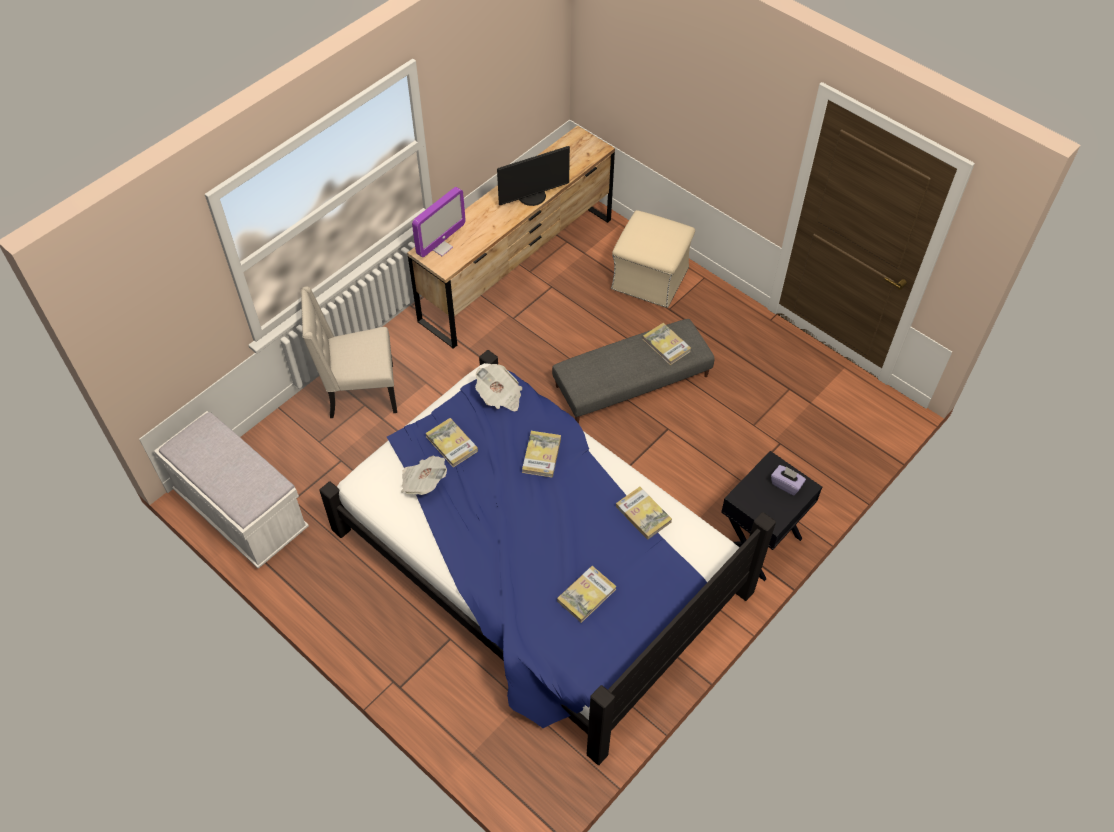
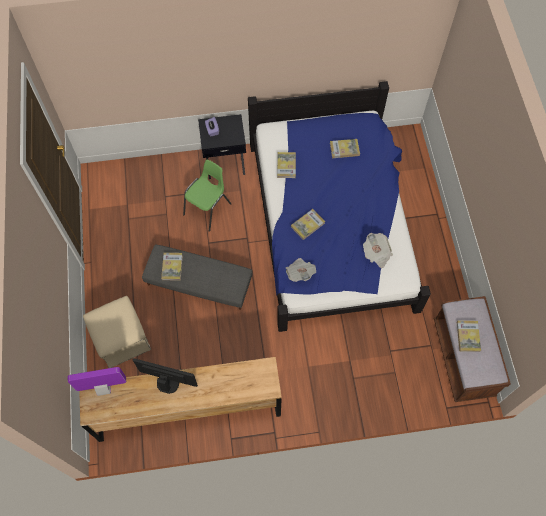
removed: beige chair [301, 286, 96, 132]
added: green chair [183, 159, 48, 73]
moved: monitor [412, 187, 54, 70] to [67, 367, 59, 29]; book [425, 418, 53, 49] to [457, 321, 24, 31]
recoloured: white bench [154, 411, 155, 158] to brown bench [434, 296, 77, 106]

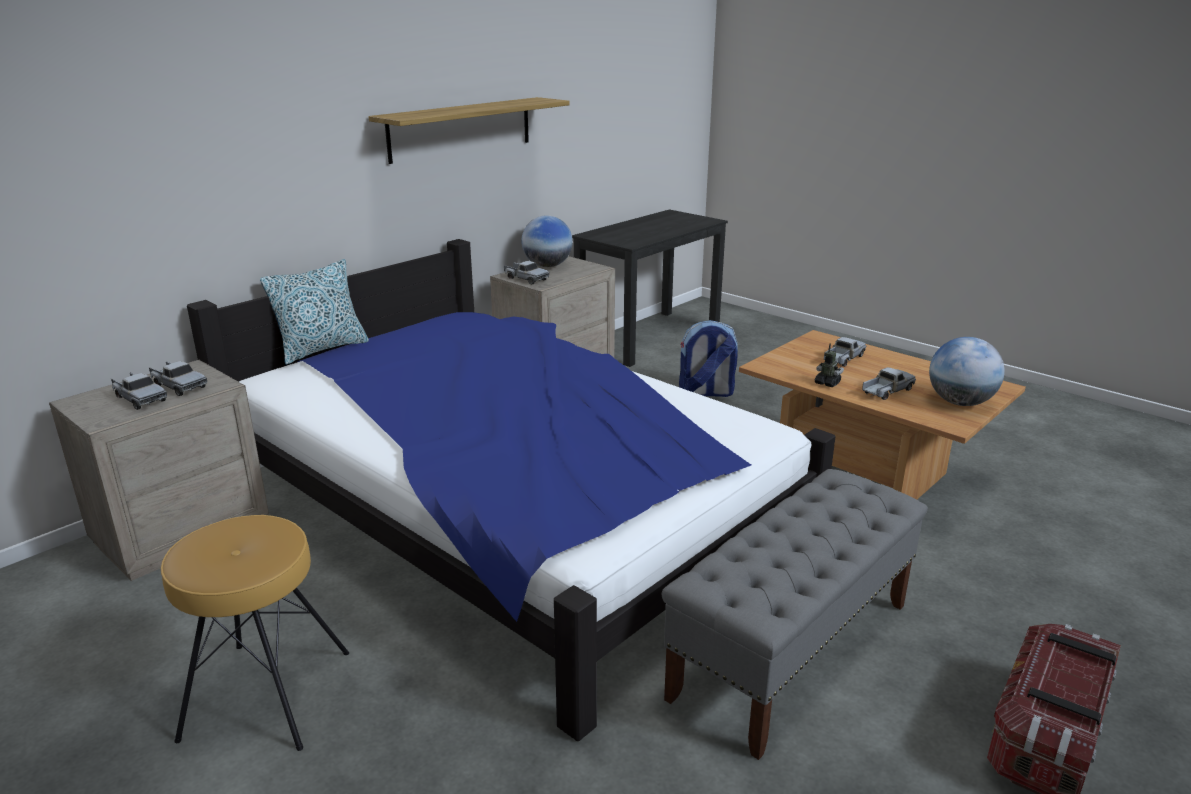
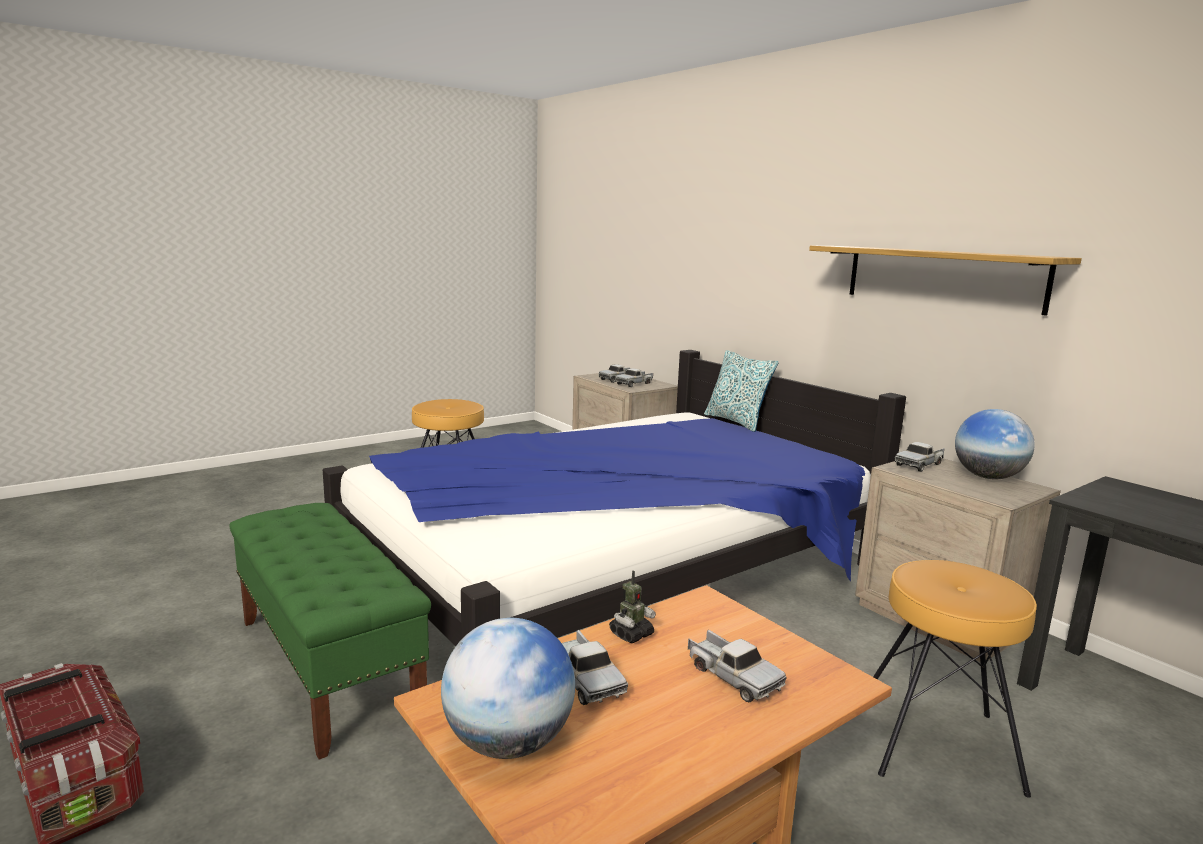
replaced: backpack [679, 320, 59, 77] to brown stool [873, 560, 164, 238]
recoloured: grey bench [662, 469, 266, 291] to green bench [230, 503, 201, 257]

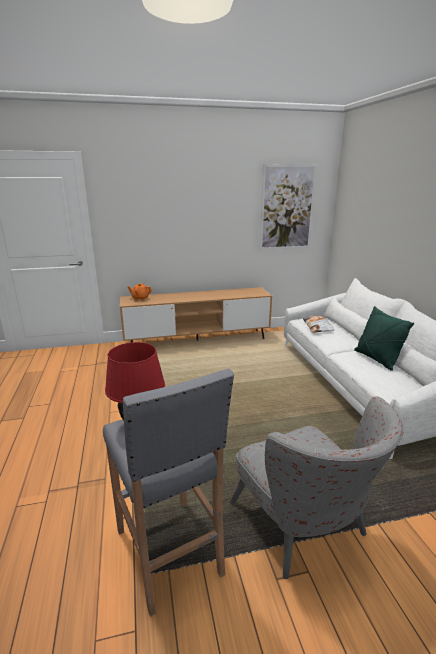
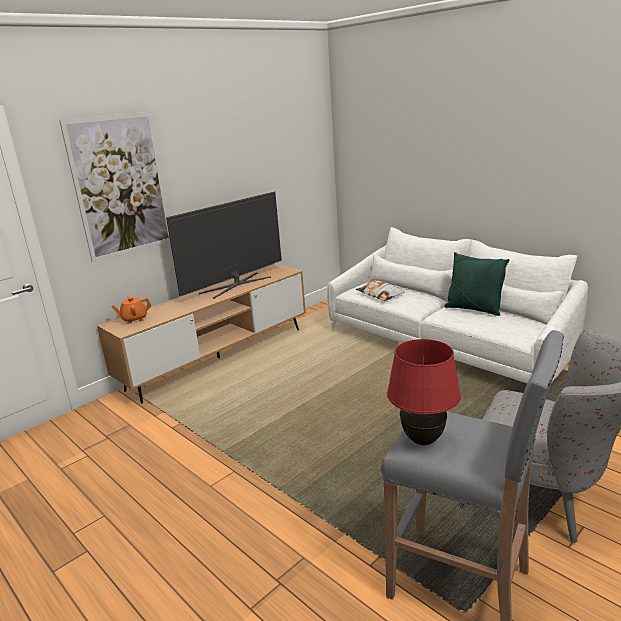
added: television [166, 191, 116, 108]
moved: picture [259, 164, 58, 86] to [59, 112, 111, 150]

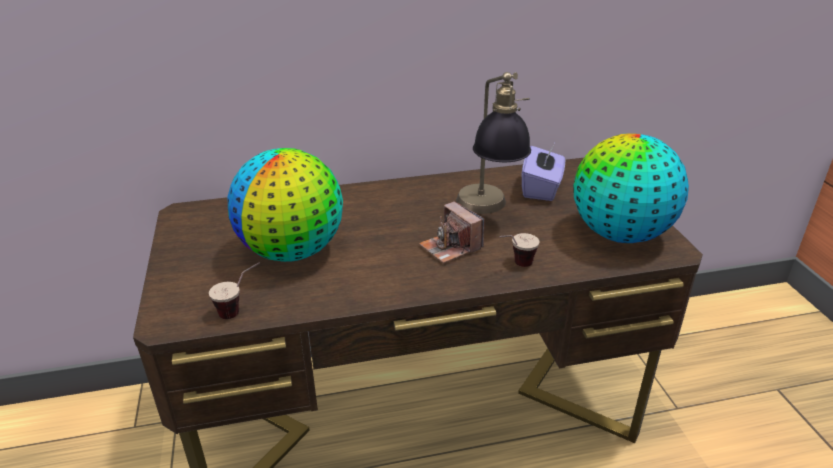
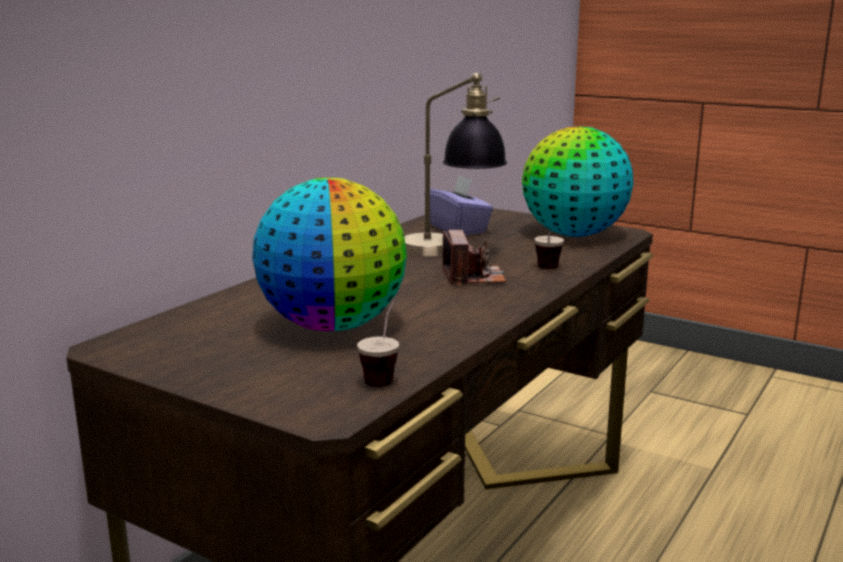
turned: photo camera [419, 201, 66, 63] = [442, 230, 64, 55] 105 degrees counterclockwise

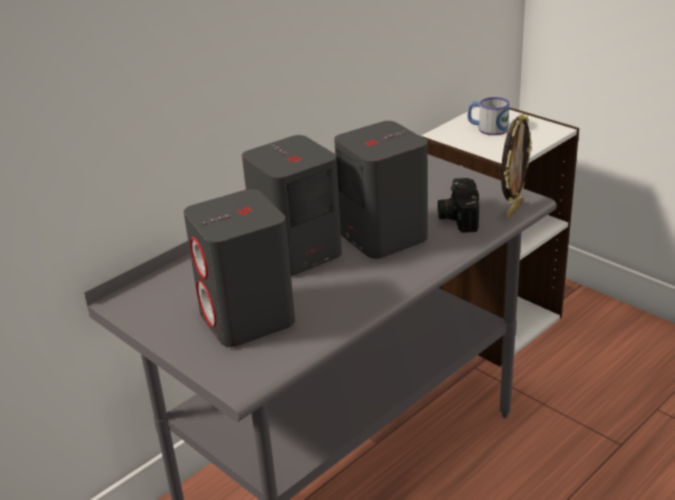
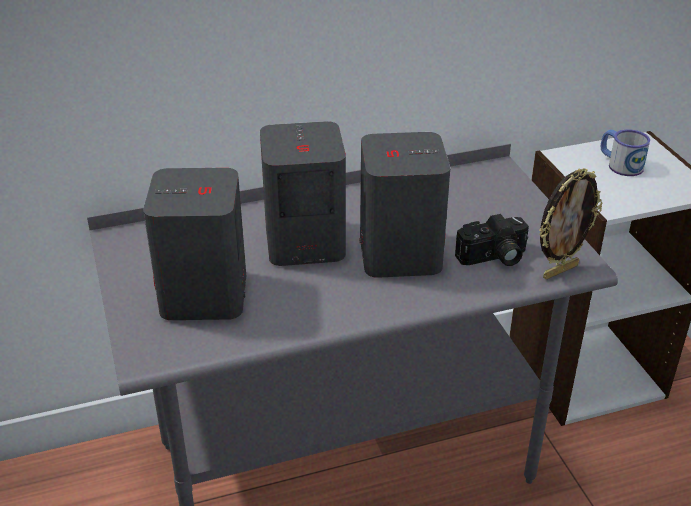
turned: photo camera [438, 178, 41, 55] = [455, 214, 74, 52] 135 degrees counterclockwise

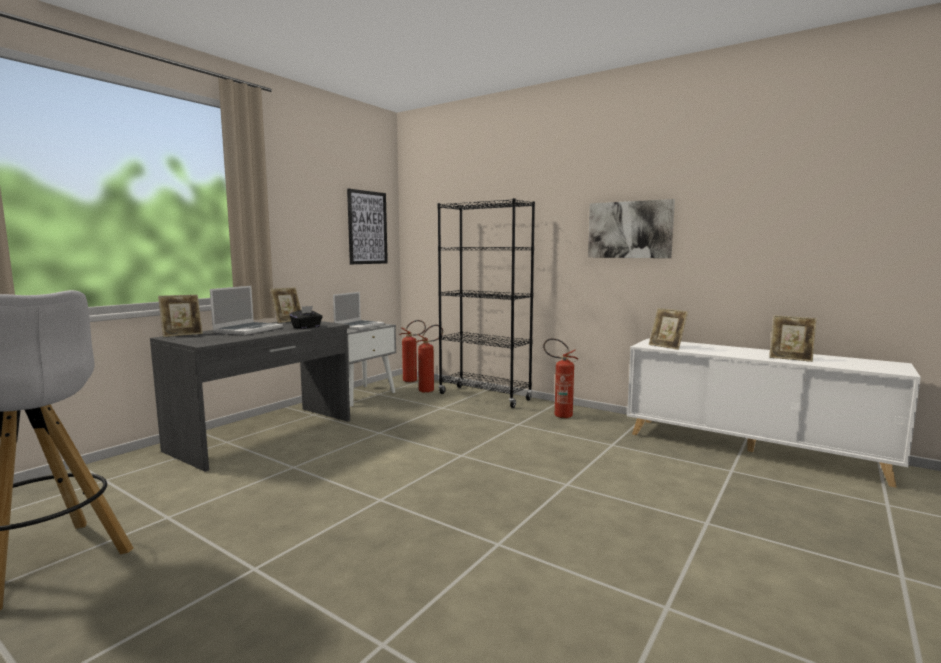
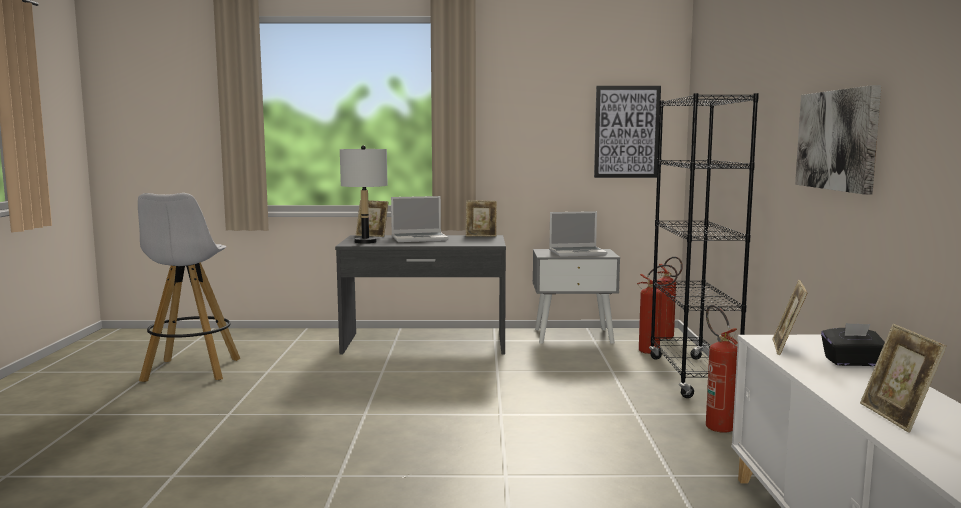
added: grey table lamp [340, 145, 48, 99]
moved: black tissue box [290, 306, 33, 23] to [821, 323, 64, 43]

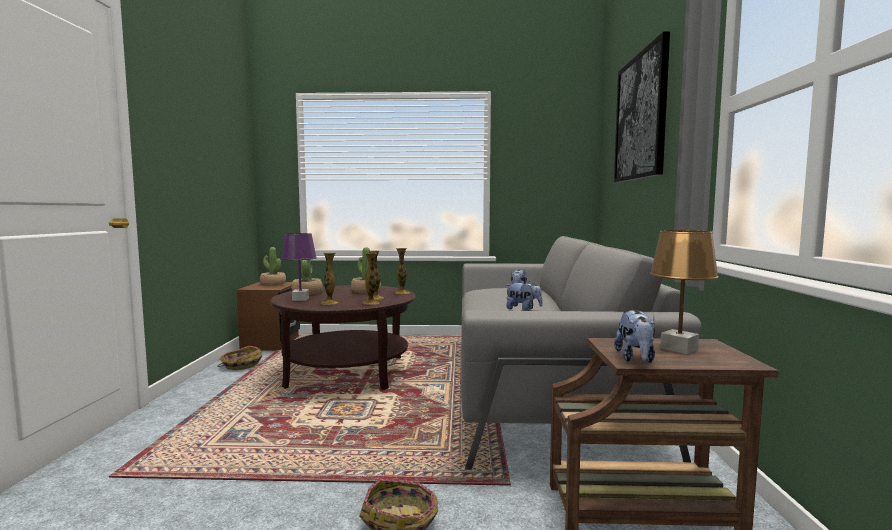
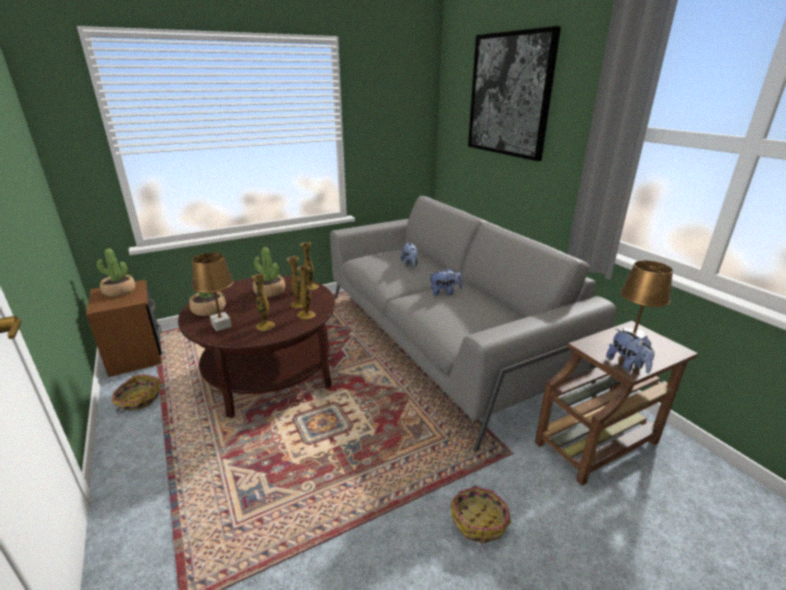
recoloured: purple table lamp [281, 233, 36, 68] to brown table lamp [192, 253, 42, 78]

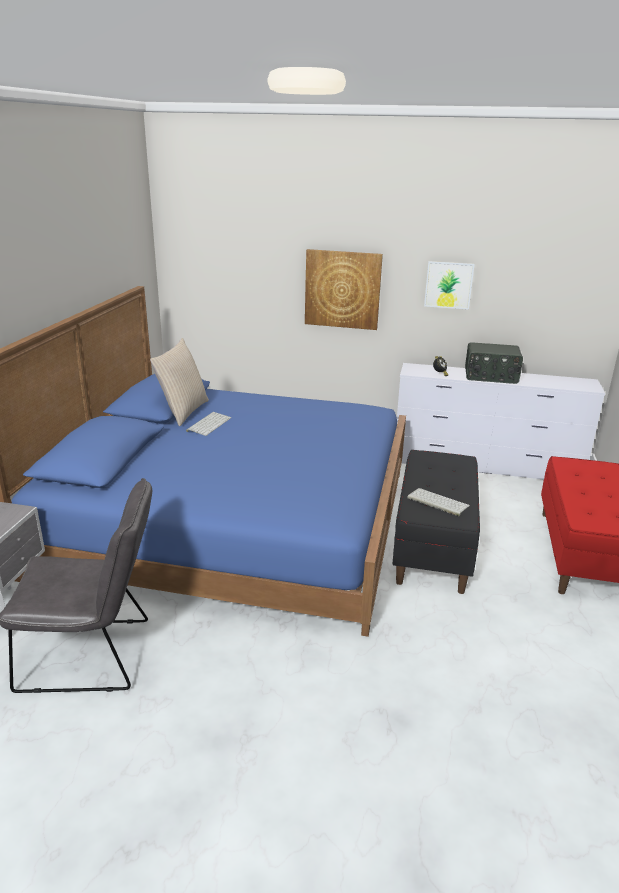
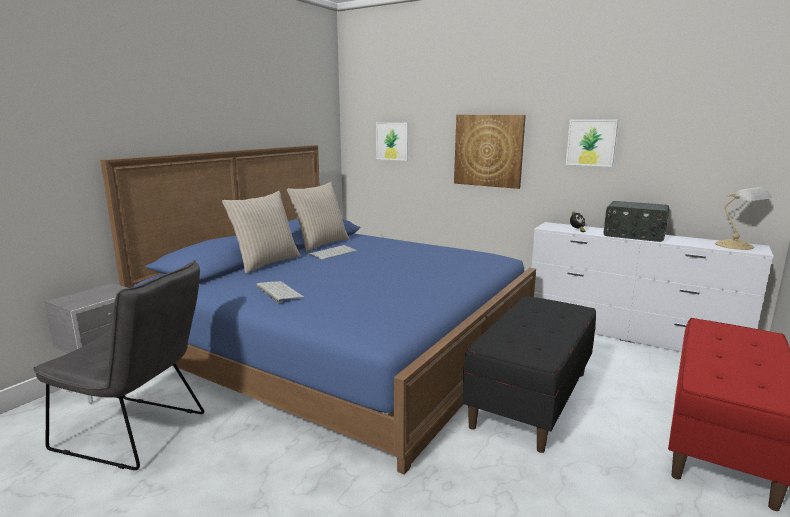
added: beige pillow [222, 191, 79, 83]; picture [376, 123, 32, 38]; table lamp [715, 187, 57, 63]
moved: keyboard [407, 488, 63, 28] to [256, 281, 48, 22]

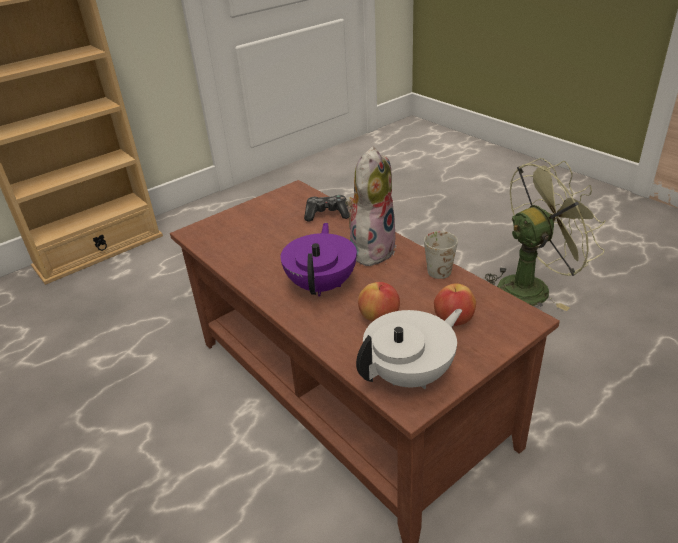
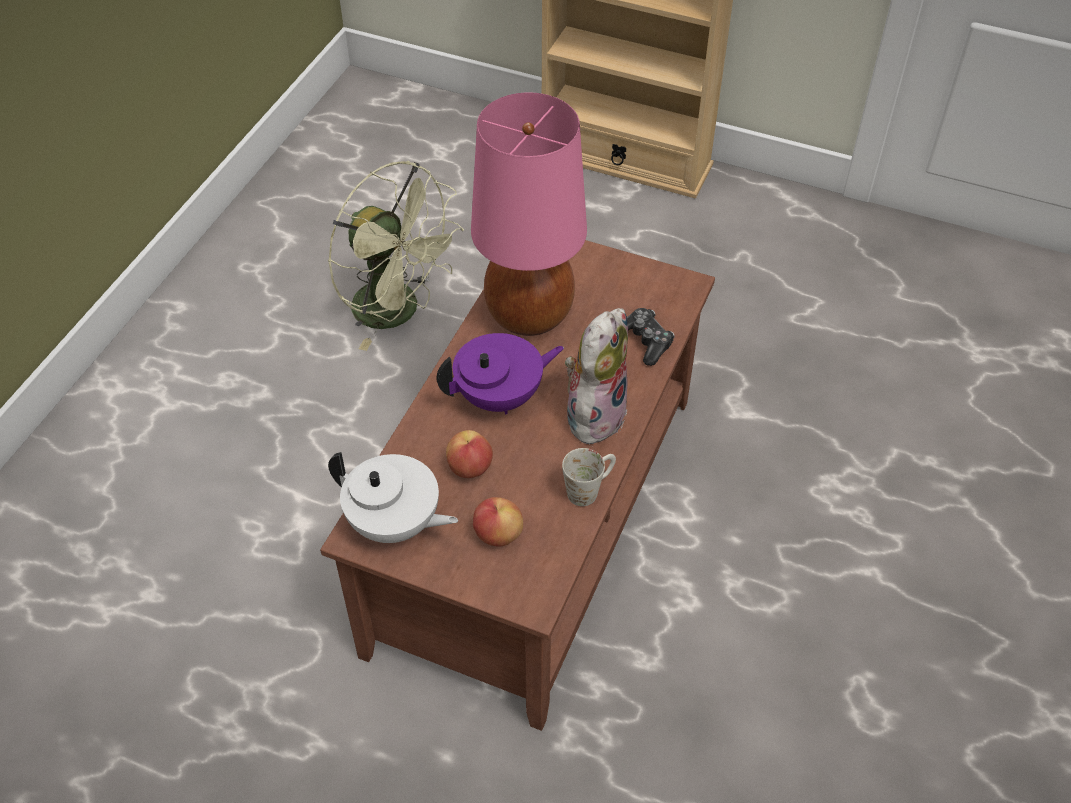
added: pink table lamp [471, 92, 116, 244]
moved: green fan [485, 158, 121, 153] to [328, 161, 136, 190]
turned: plush toy [345, 147, 51, 119] = [565, 308, 63, 142] 60 degrees counterclockwise

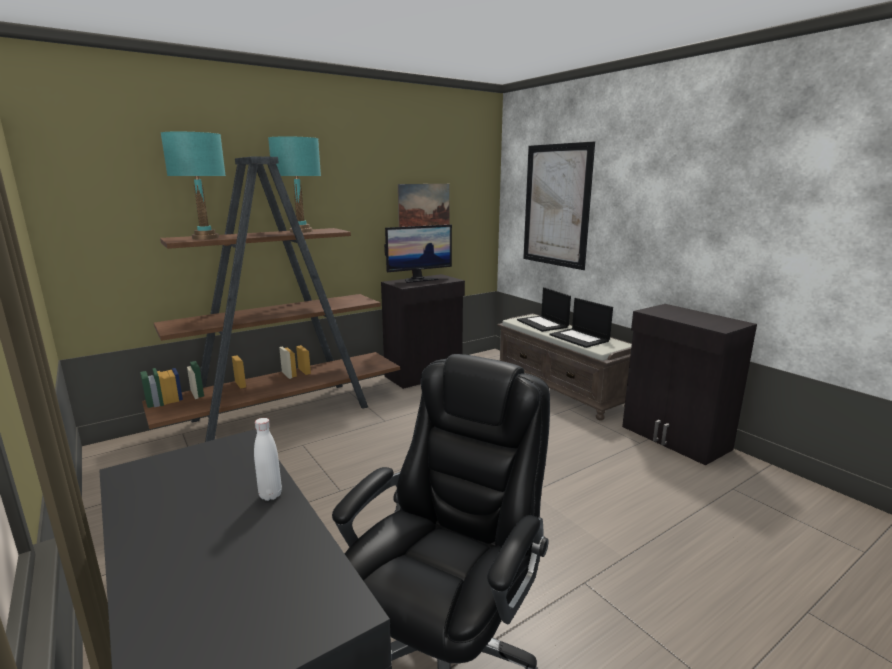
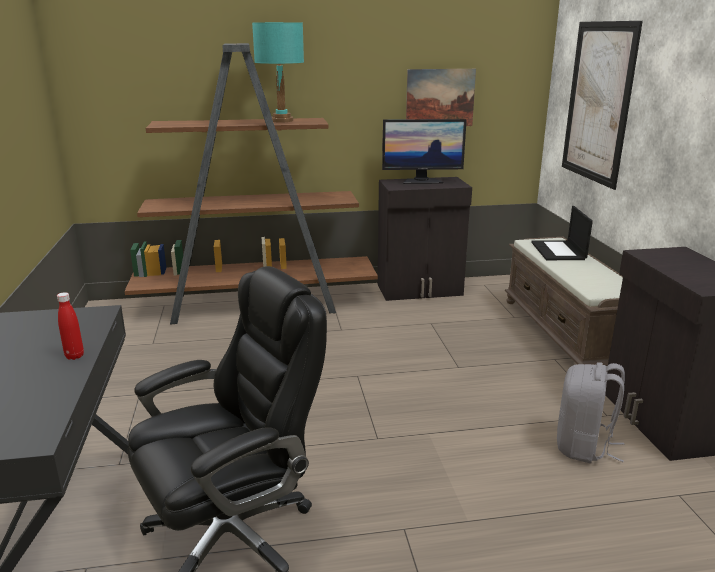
removed: turquoise table lamp [161, 132, 65, 108]; laptop [549, 298, 64, 50]
added: grey backpack [557, 362, 68, 101]
recoloured: white bottle [254, 418, 28, 83] to red bottle [57, 292, 27, 68]

